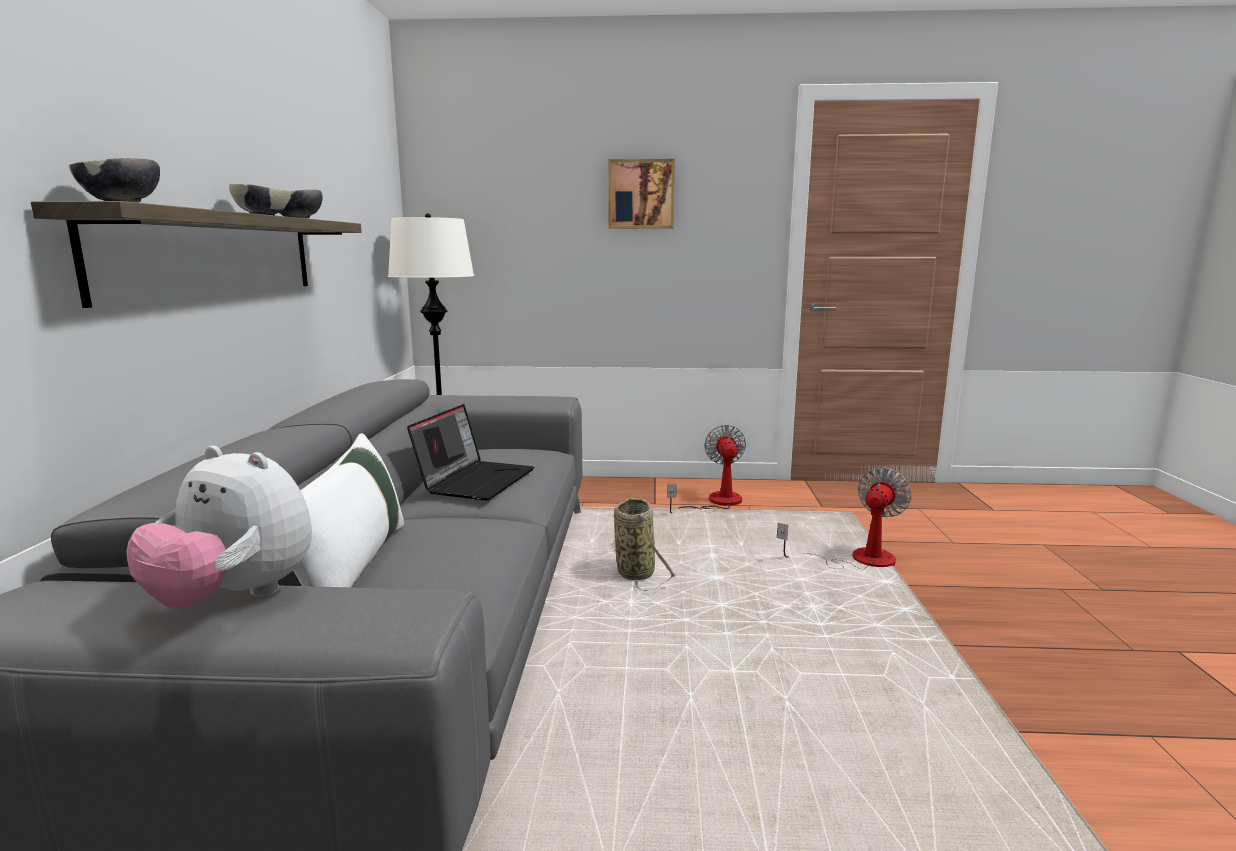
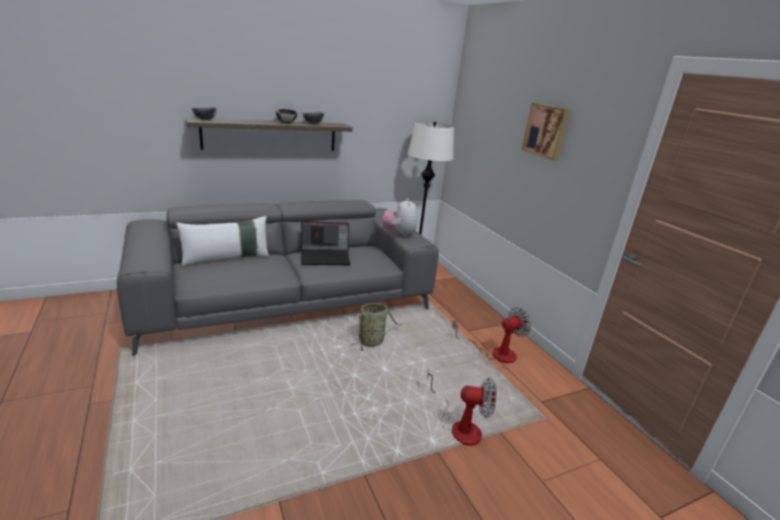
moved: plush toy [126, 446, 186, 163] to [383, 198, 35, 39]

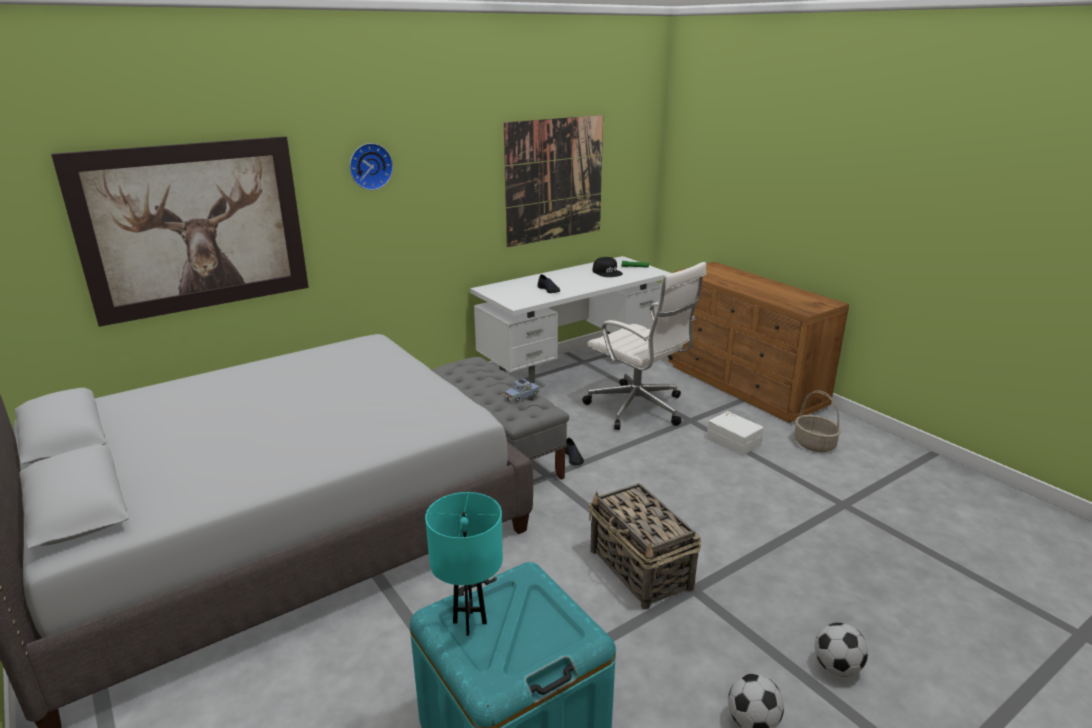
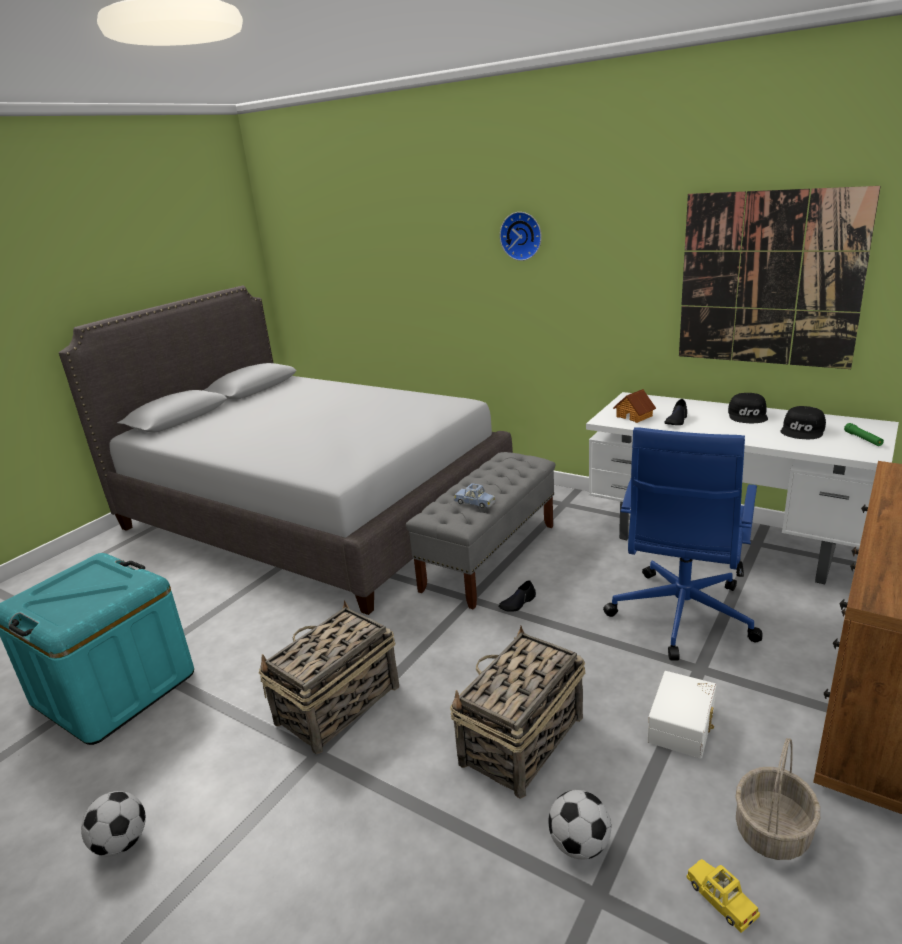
removed: picture [51, 136, 258, 191]; turquoise table lamp [425, 492, 78, 144]
added: basket [450, 626, 135, 173]; toy house [613, 389, 43, 34]; yellow toy car [687, 859, 73, 74]; black cap [728, 393, 40, 30]
moved: football [815, 623, 53, 54] to [549, 790, 62, 69]
recoloured: white office chair [582, 262, 124, 168] to blue office chair [603, 427, 159, 233]

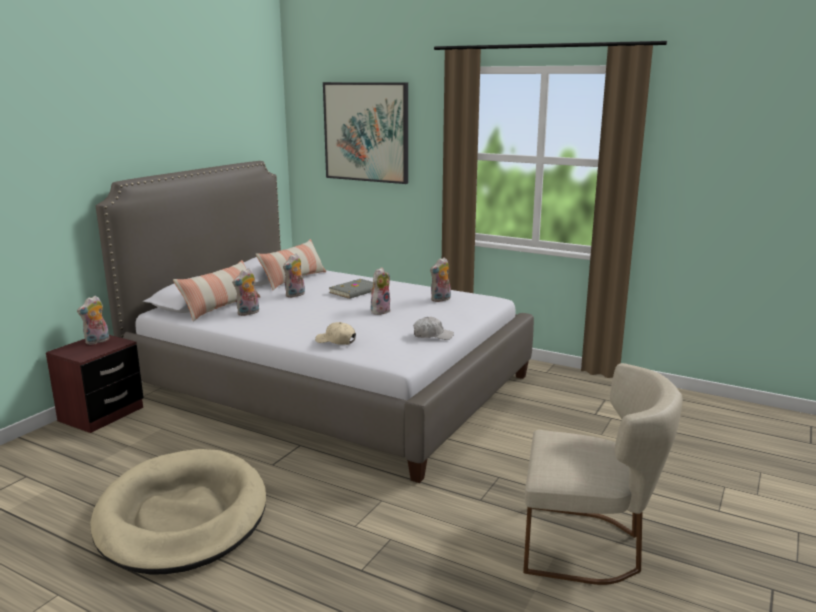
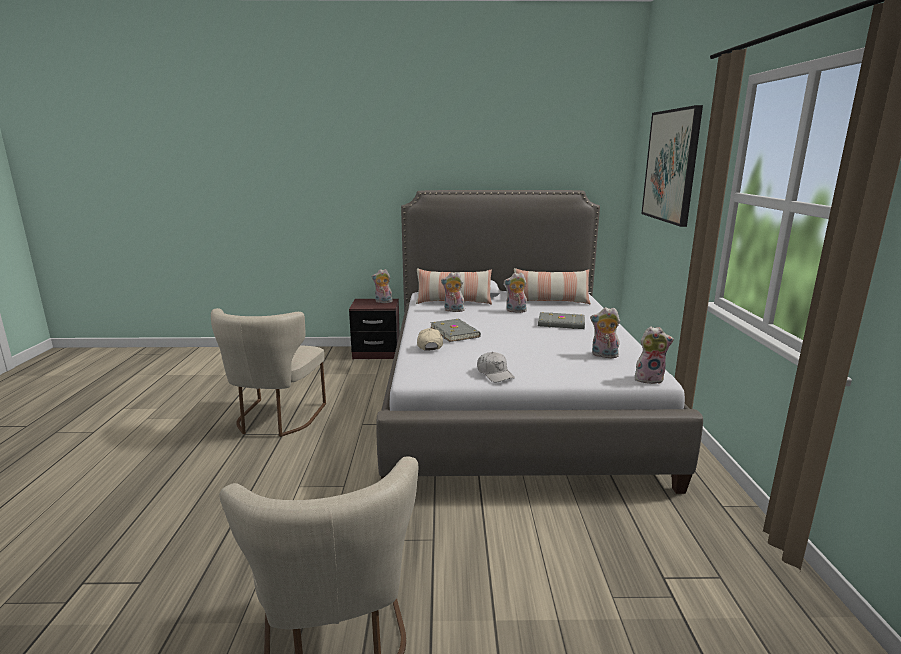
added: grey book [430, 319, 51, 23]
moved: plush toy [371, 267, 19, 48] to [635, 326, 39, 58]
replaced: beige dog bed [90, 449, 176, 126] to beige chair [211, 308, 115, 129]

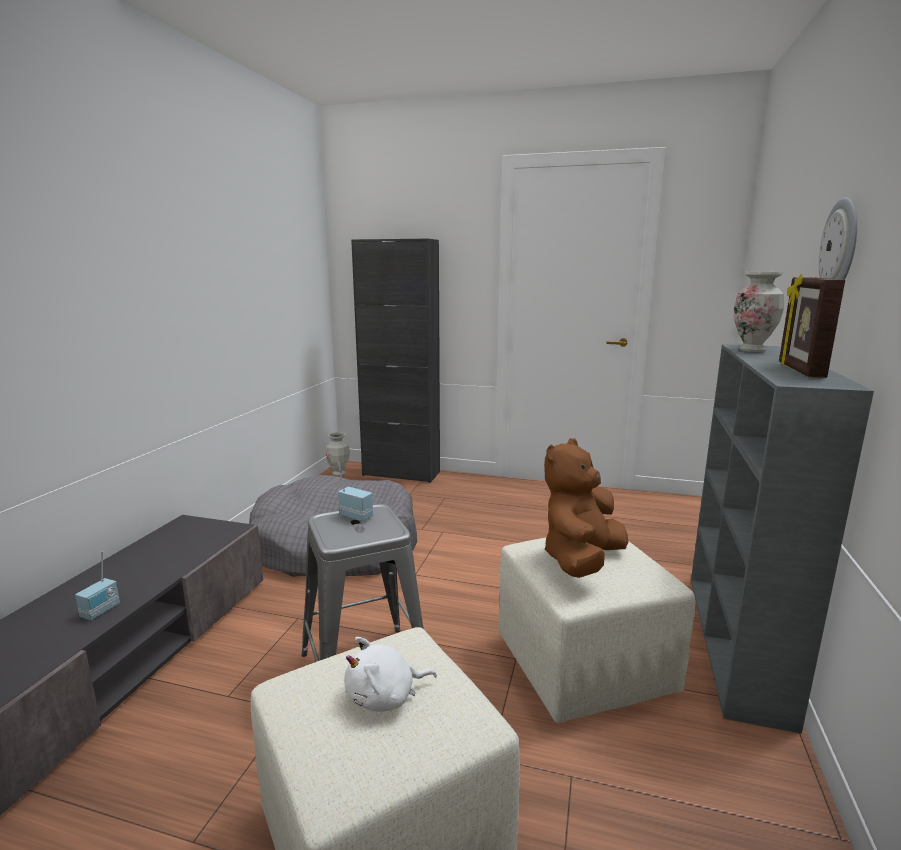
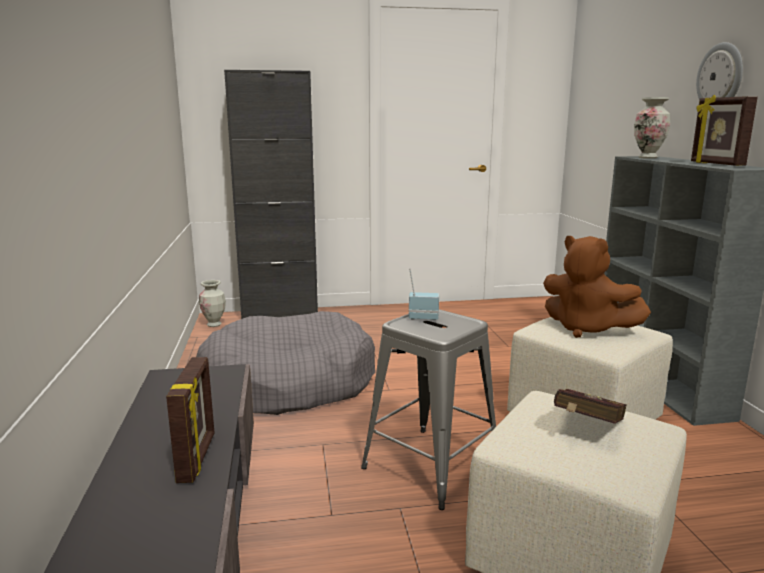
replaced: radio [75, 552, 45, 68] to picture frame [166, 357, 49, 126]; white plush toy [344, 637, 93, 75] to red book [554, 389, 73, 35]
turned: brown plush toy [544, 438, 84, 140] = [543, 236, 108, 102] 60 degrees counterclockwise

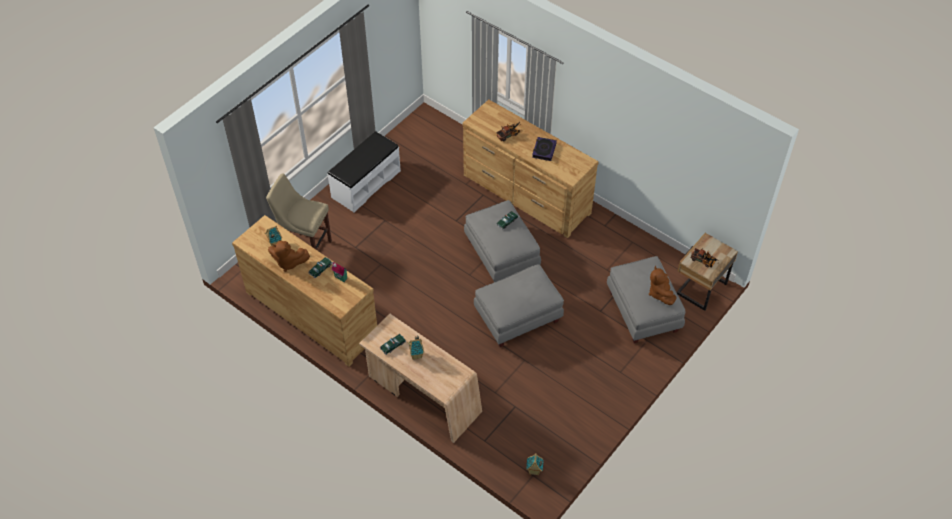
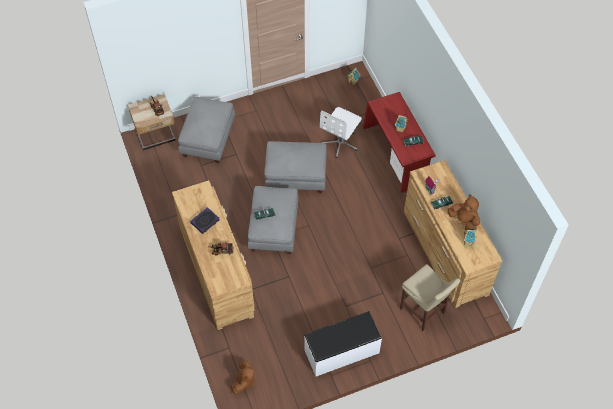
added: white office chair [320, 107, 42, 51]
moved: brown plush toy [649, 266, 27, 39] to [231, 360, 23, 34]
recoloured: beige desk [359, 314, 123, 129] to red desk [363, 92, 73, 101]

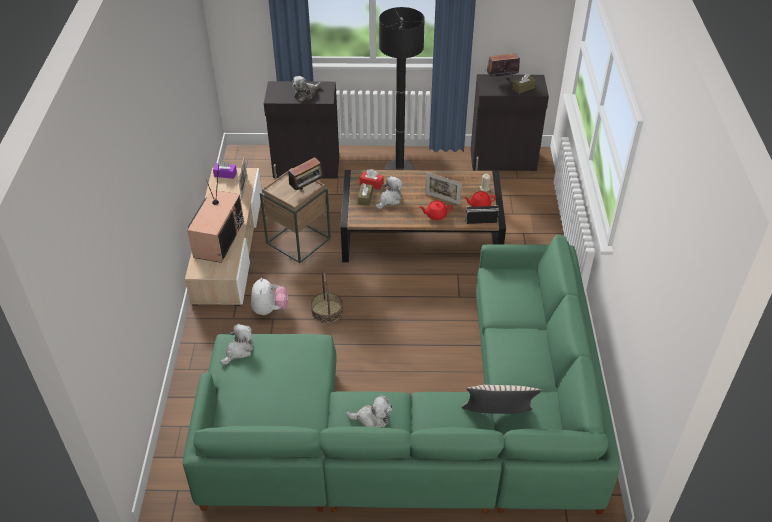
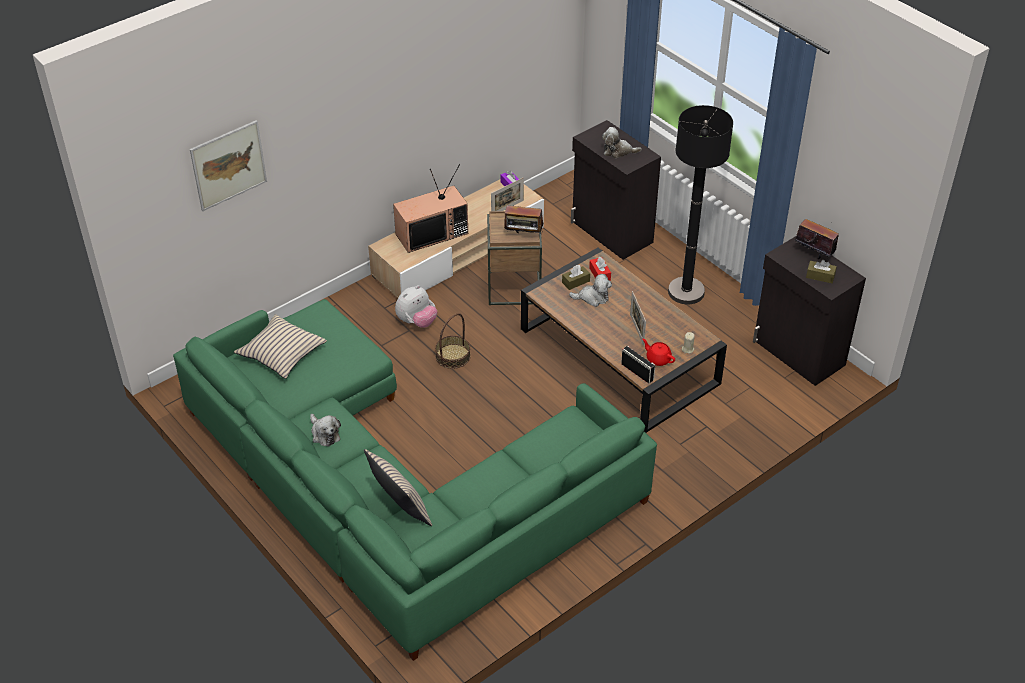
removed: plush toy [220, 324, 33, 41]; red teapot [419, 201, 34, 19]
added: picture [190, 120, 77, 91]; beige pillow [234, 314, 93, 65]

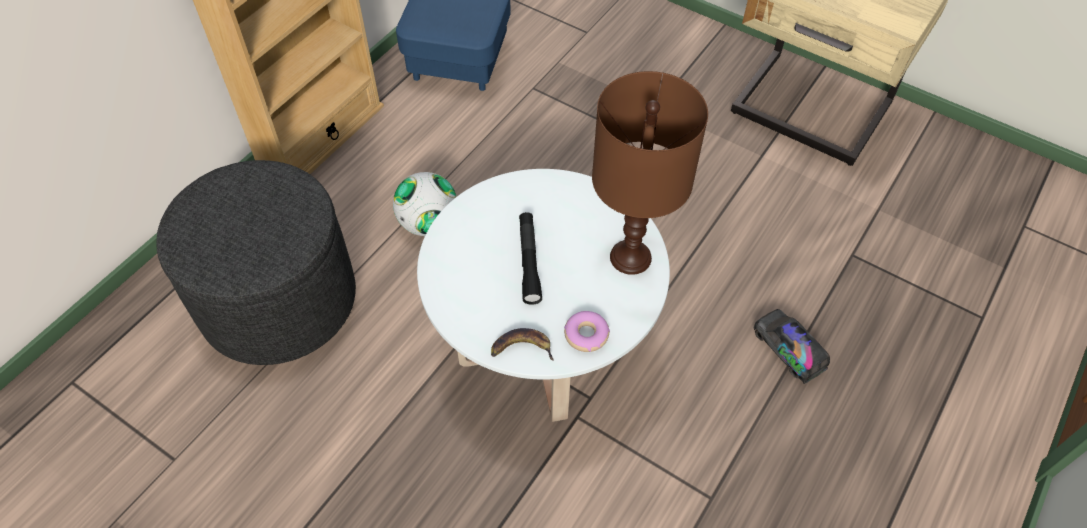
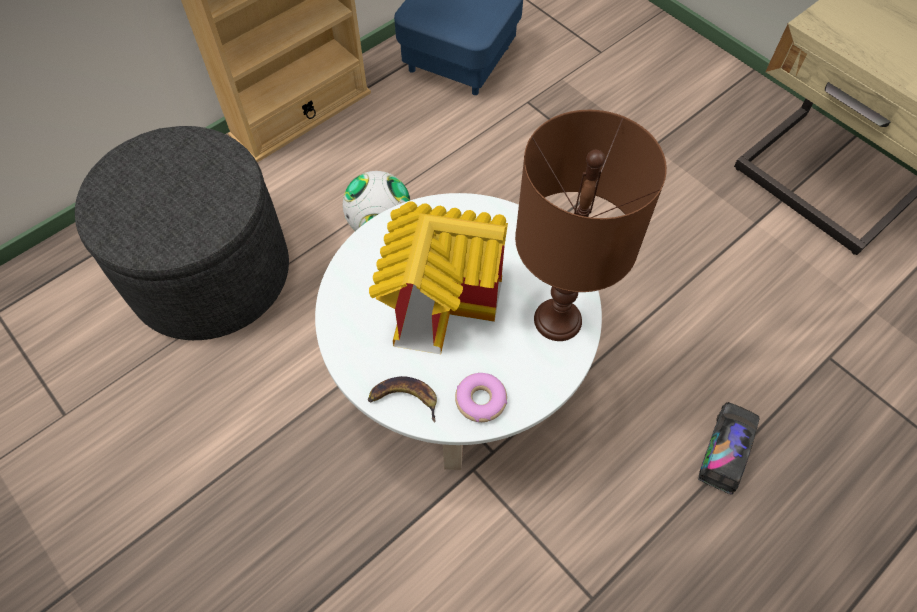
replaced: black flashlight [519, 212, 23, 93] to toy house [369, 201, 139, 153]
turned: toy truck [754, 309, 76, 75] = [698, 402, 62, 93] 45 degrees clockwise

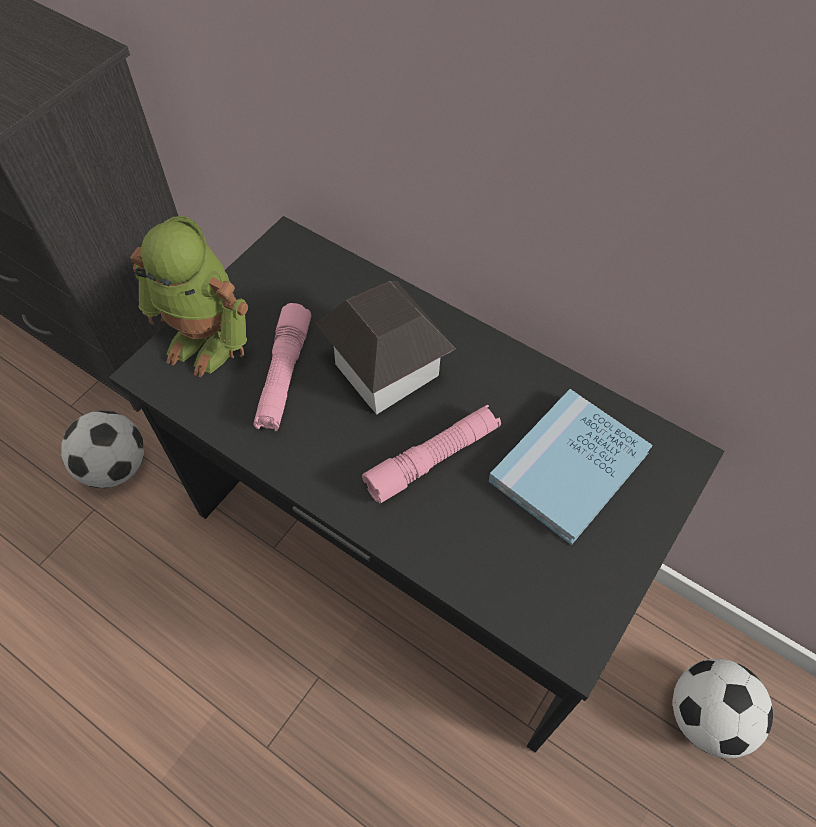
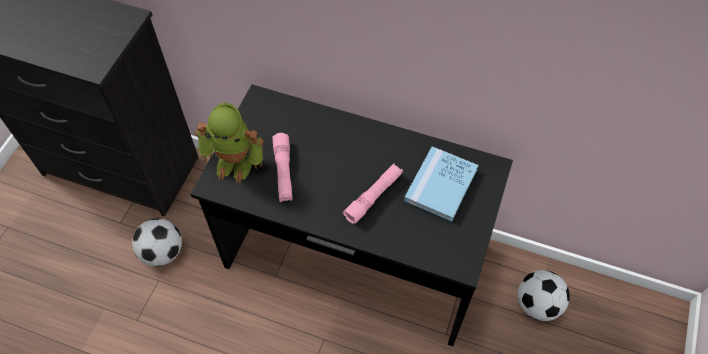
removed: toy house [315, 281, 141, 134]

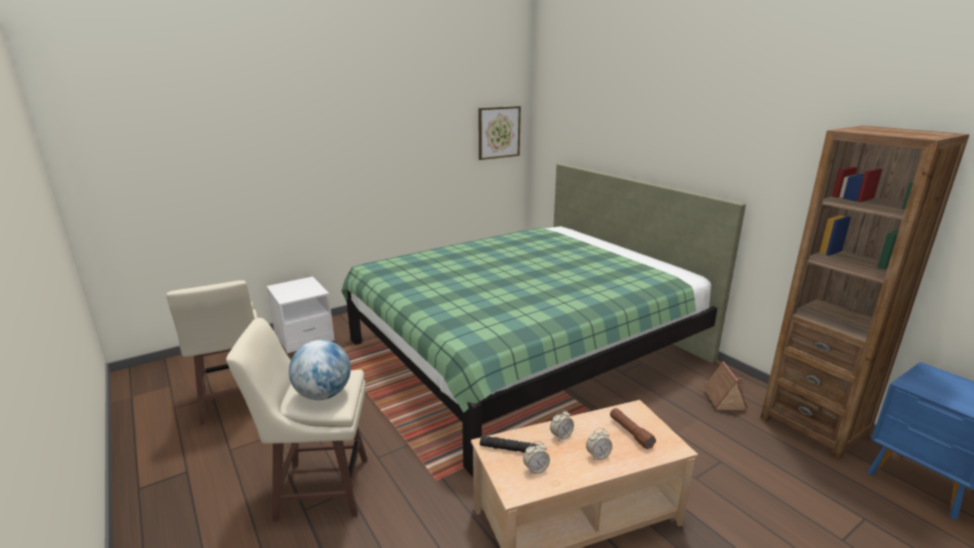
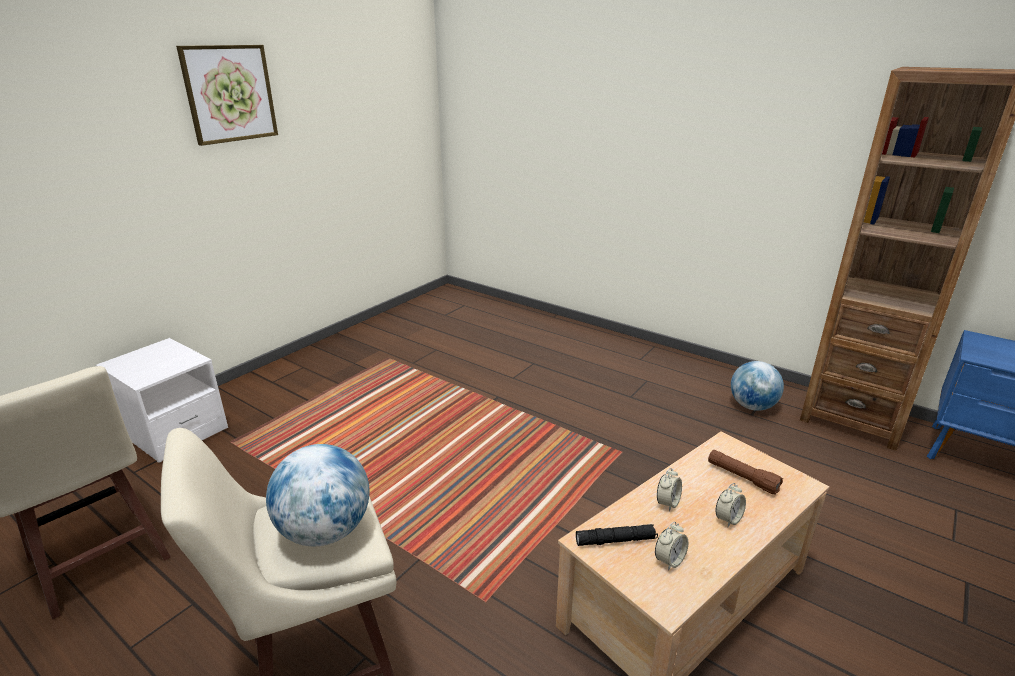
removed: green bed [341, 164, 405, 313]
moved: picture [478, 106, 43, 54] to [176, 45, 102, 101]
replaced: toy house [702, 361, 46, 49] to globe [731, 361, 53, 50]

